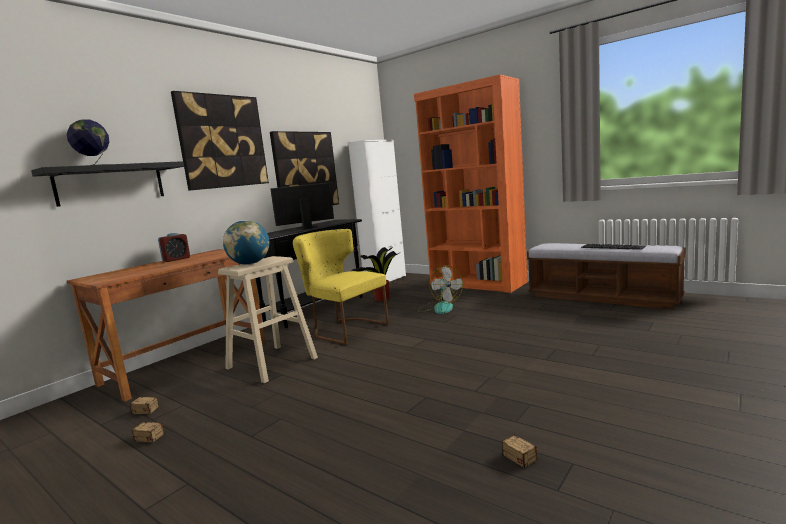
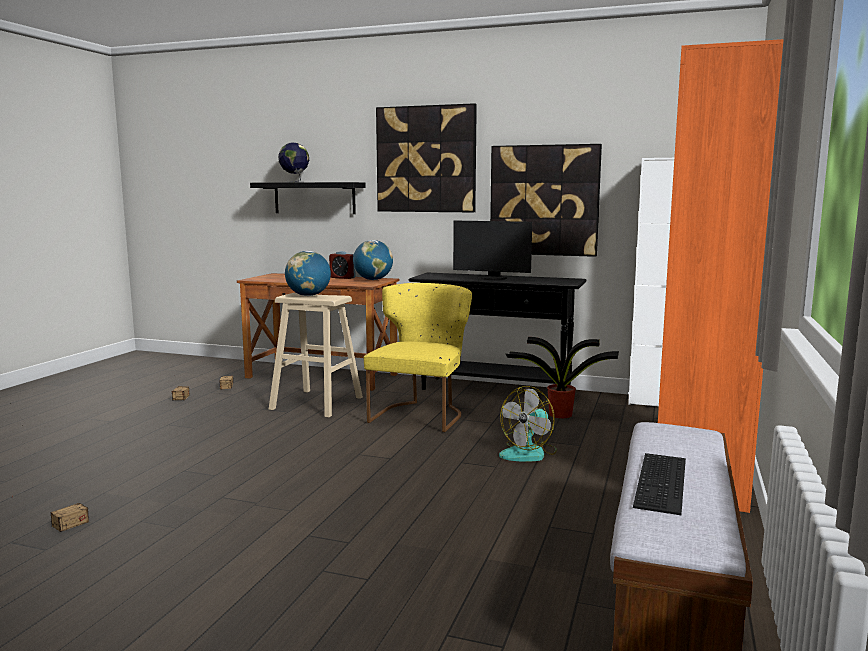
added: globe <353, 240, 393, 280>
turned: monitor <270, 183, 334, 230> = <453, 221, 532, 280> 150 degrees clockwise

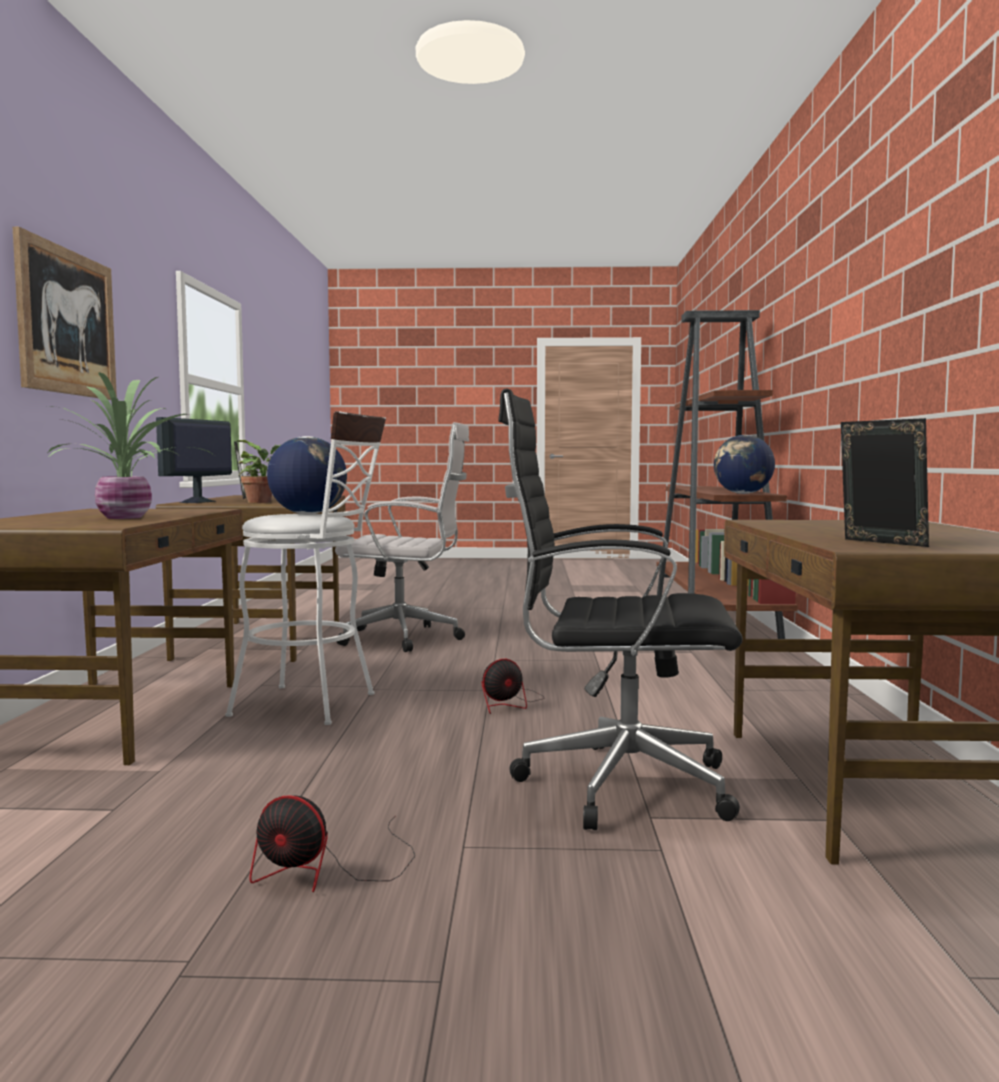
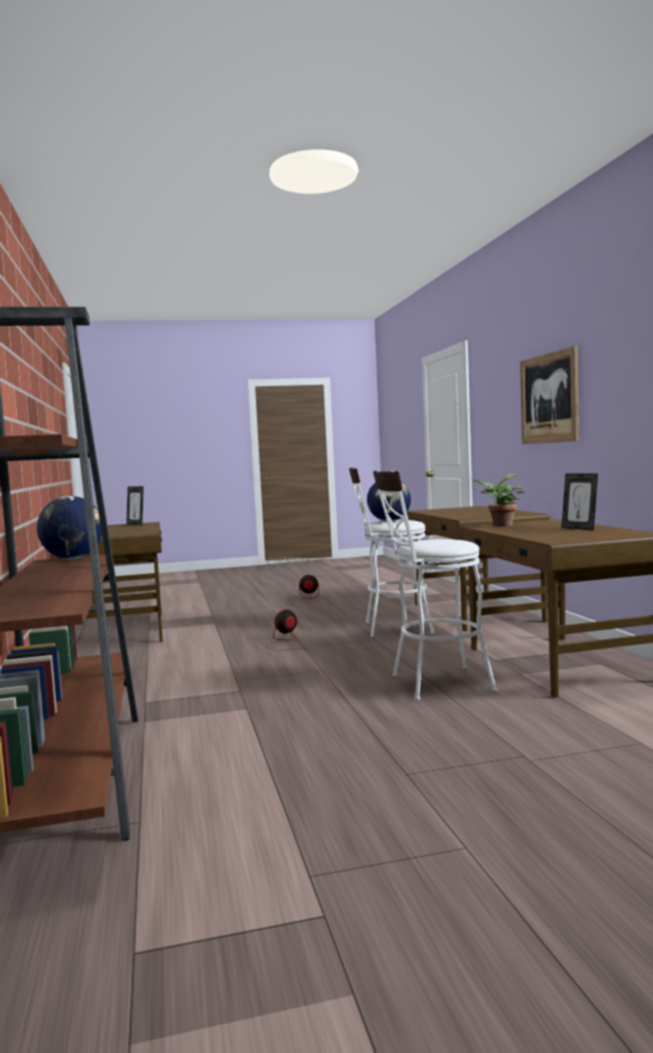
removed: potted plant <48, 372, 214, 519>; monitor <156, 417, 232, 503>; black office chair <498, 388, 743, 830>
replaced: white office chair <335, 422, 469, 652> to white stool <373, 470, 497, 700>

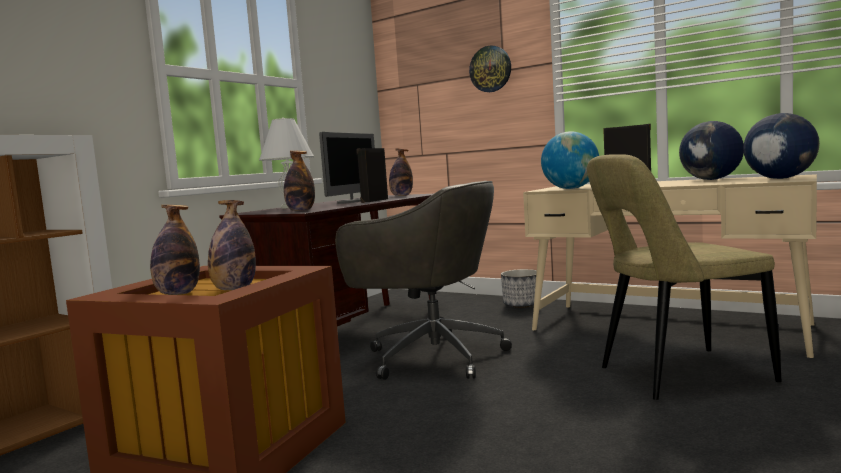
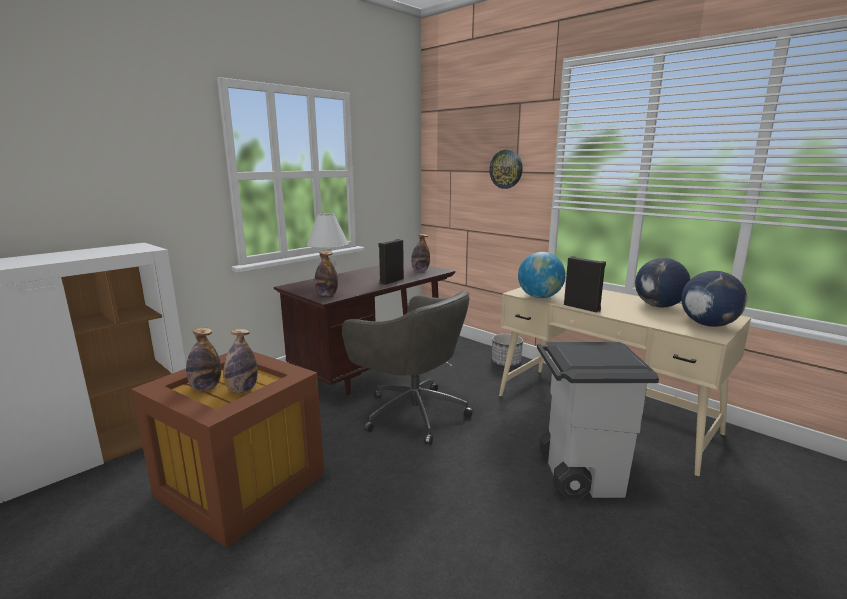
removed: monitor <319, 132, 375, 204>
replaced: beige chair <587, 154, 782, 400> to grey trash can <537, 342, 659, 499>

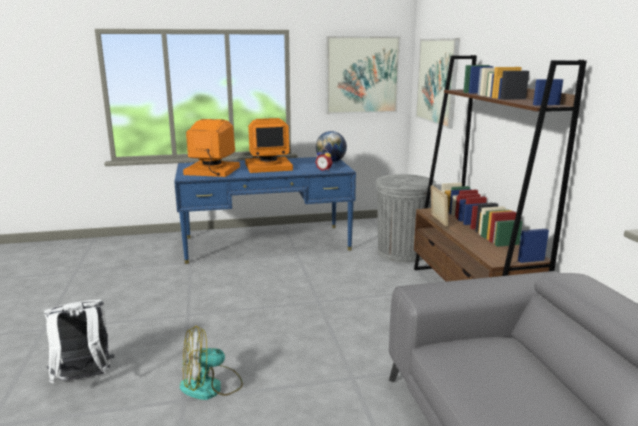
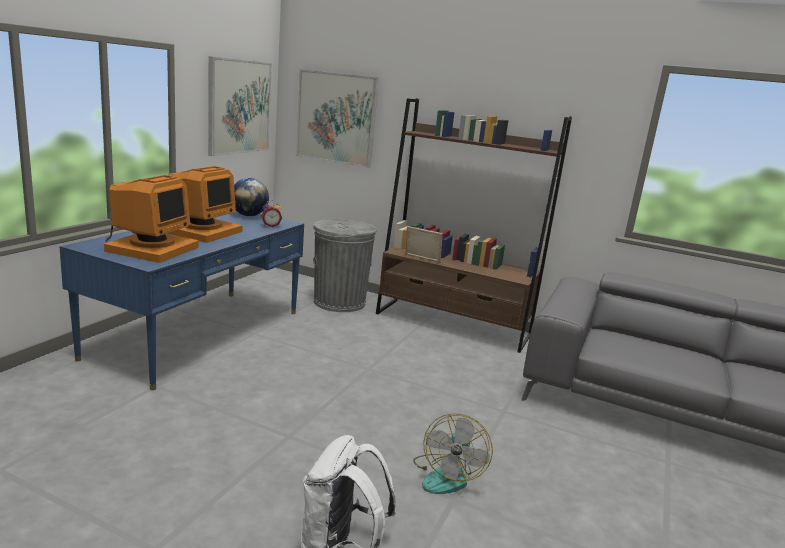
turned: monitor <183, 119, 240, 177> = <104, 175, 199, 263> 150 degrees clockwise

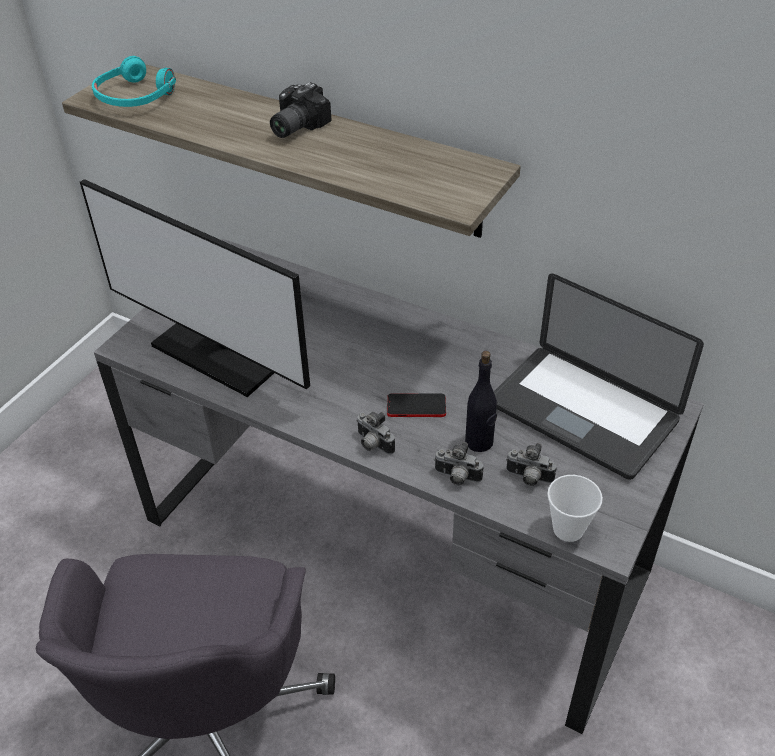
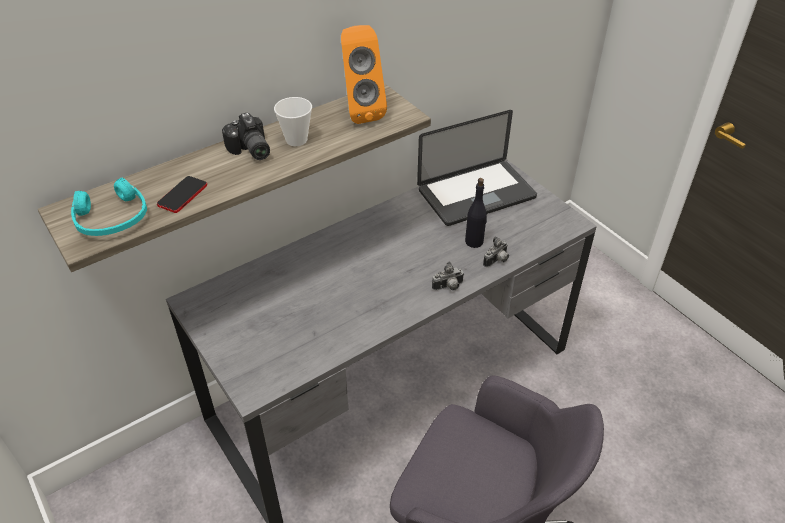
removed: monitor <80, 179, 310, 397>; photo camera <506, 443, 557, 486>
added: orange speaker <341, 25, 387, 124>
moved: phone <387, 393, 446, 417> to <157, 176, 207, 213>; cup <547, 475, 603, 542> to <274, 97, 312, 146>

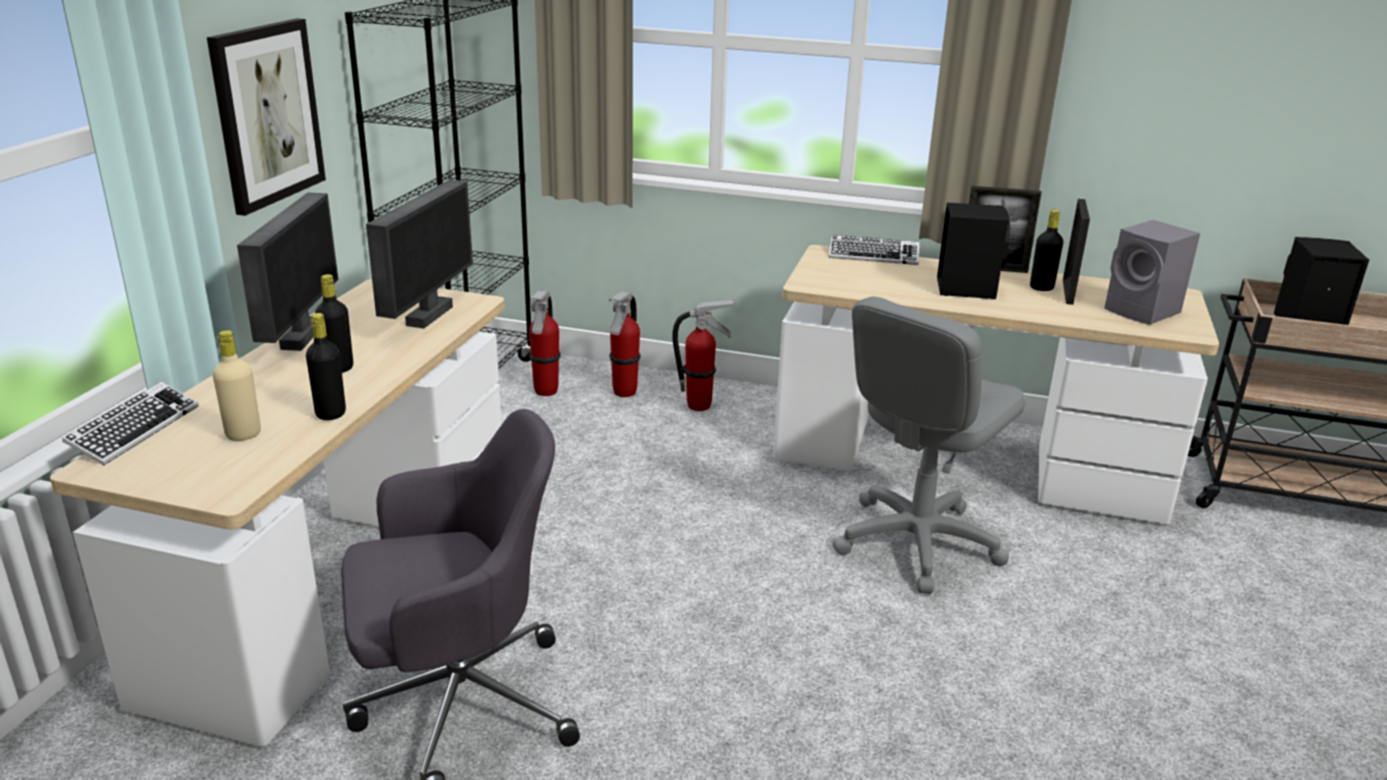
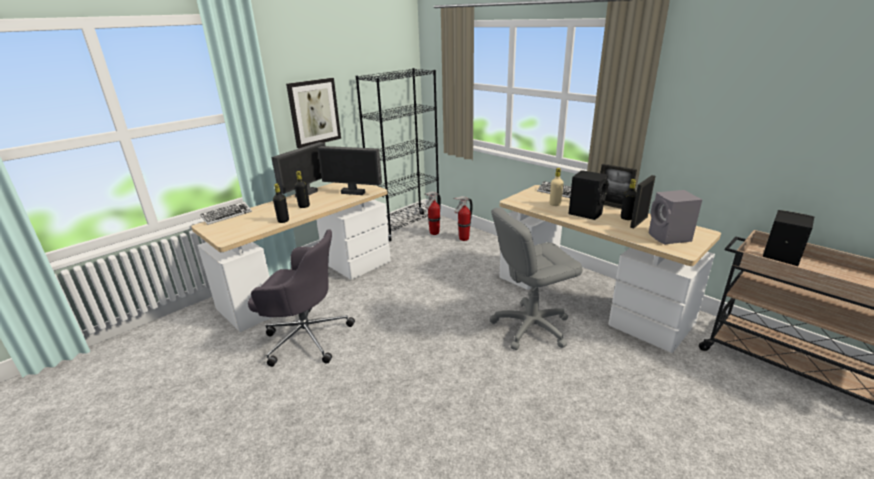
removed: fire extinguisher <672, 299, 734, 411>
moved: beige bottle <213, 330, 261, 441> to <549, 168, 563, 206>
turned: monitor <366, 180, 473, 329> = <317, 146, 382, 195> 60 degrees clockwise

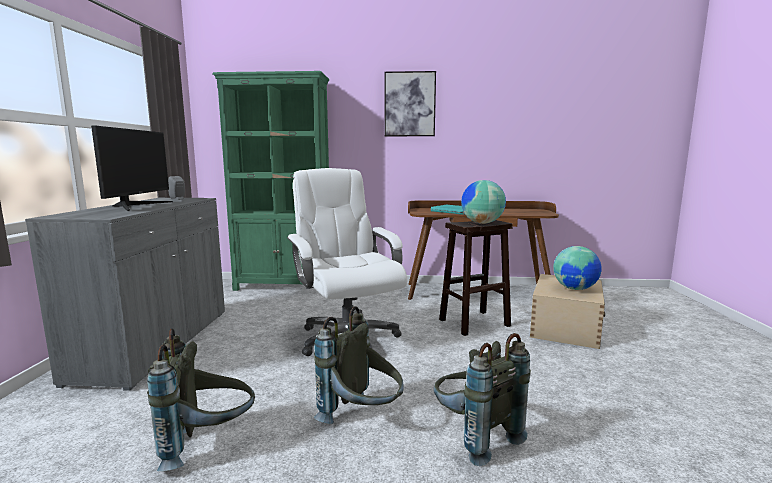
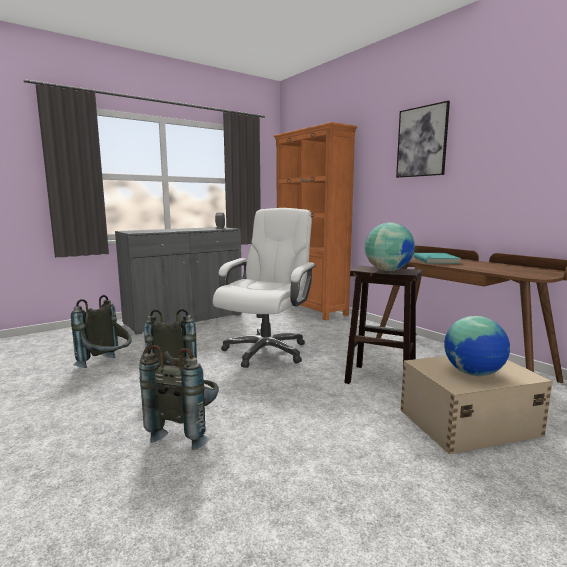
removed: monitor <91, 126, 173, 211>
recoloured: green bookcase <212, 71, 329, 291> to orange bookcase <273, 122, 357, 321>

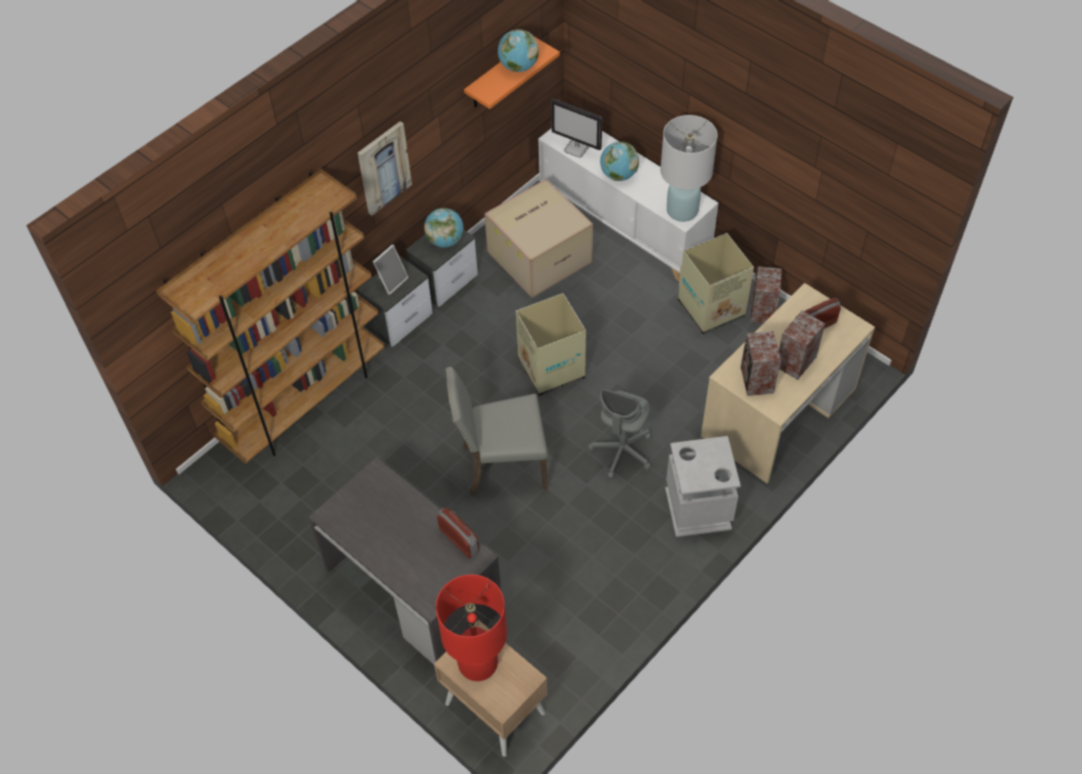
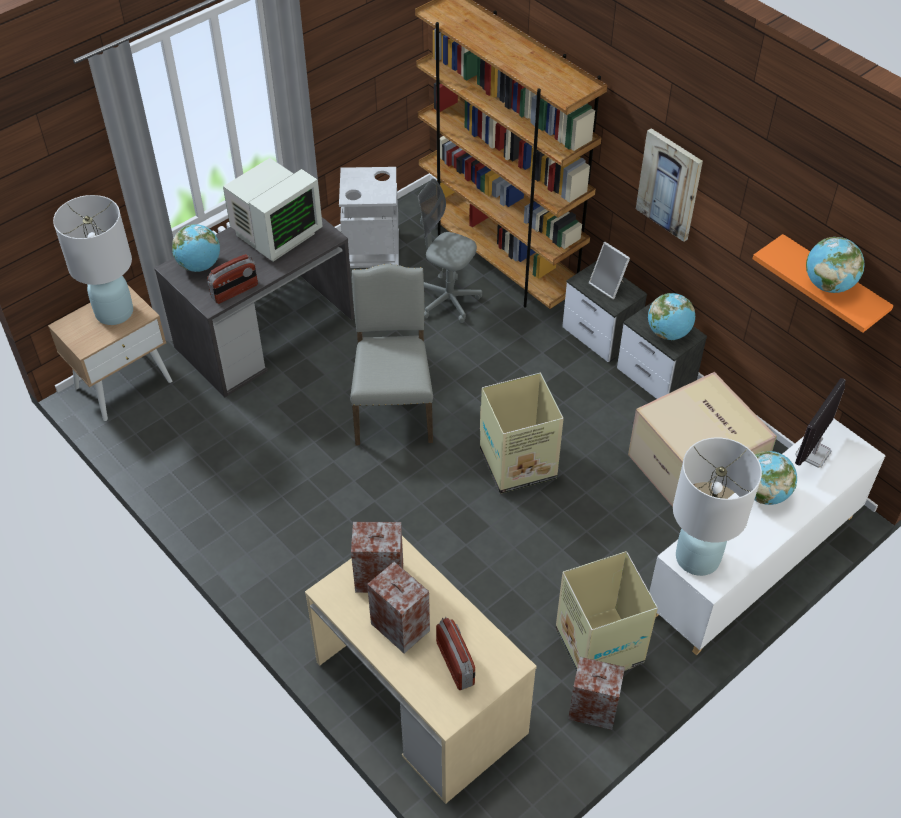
added: globe <172, 224, 220, 272>; monitor <223, 158, 323, 262>
moved: grey trash can <665, 436, 741, 537> to <339, 167, 399, 268>; grey office chair <588, 388, 651, 478> to <418, 178, 482, 323>
recoloured: red table lamp <436, 574, 507, 681> to white table lamp <53, 195, 133, 325>

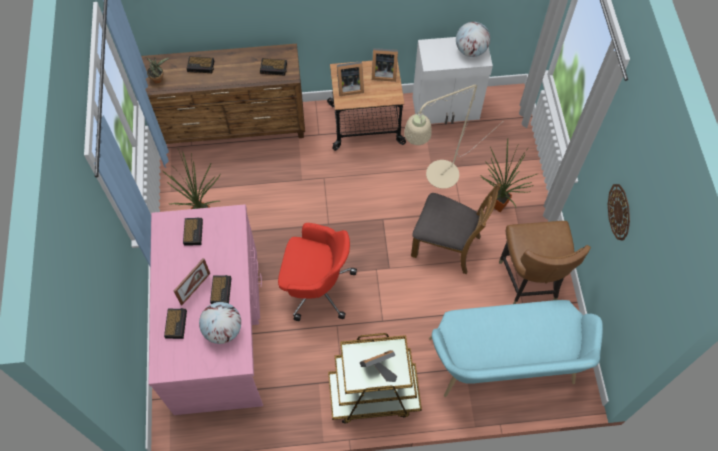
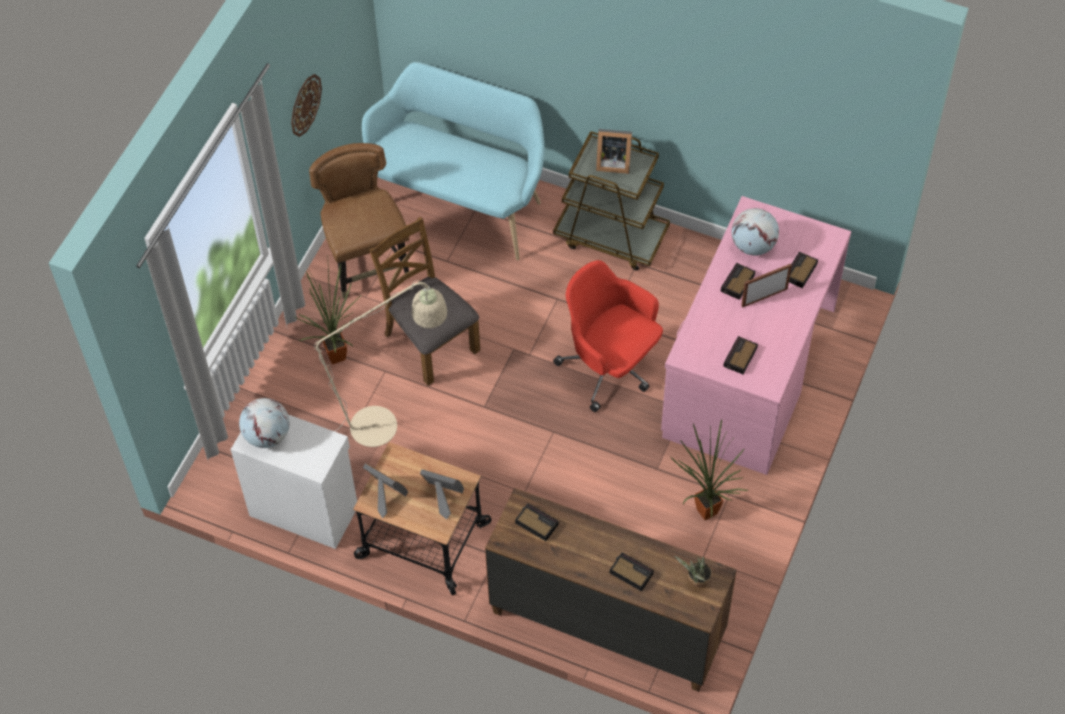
turned: brown chair <499, 221, 591, 304> = <309, 143, 409, 298> 45 degrees counterclockwise

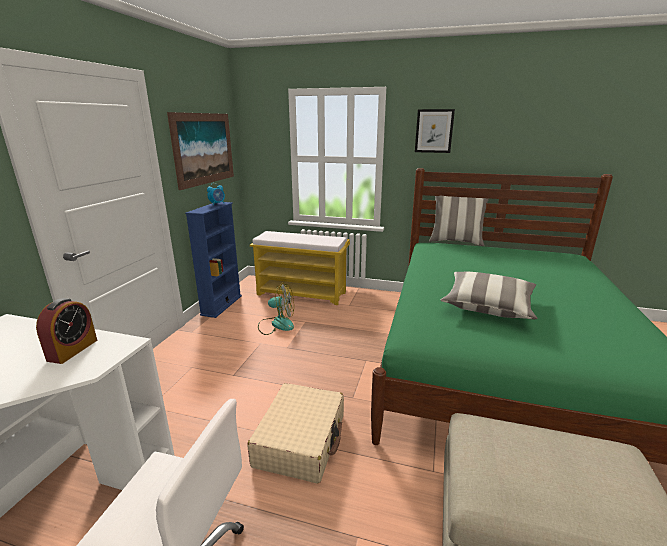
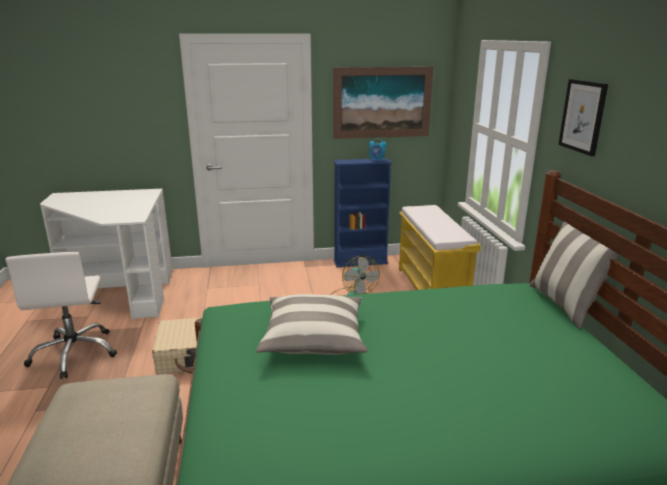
removed: alarm clock <36, 298, 97, 364>

